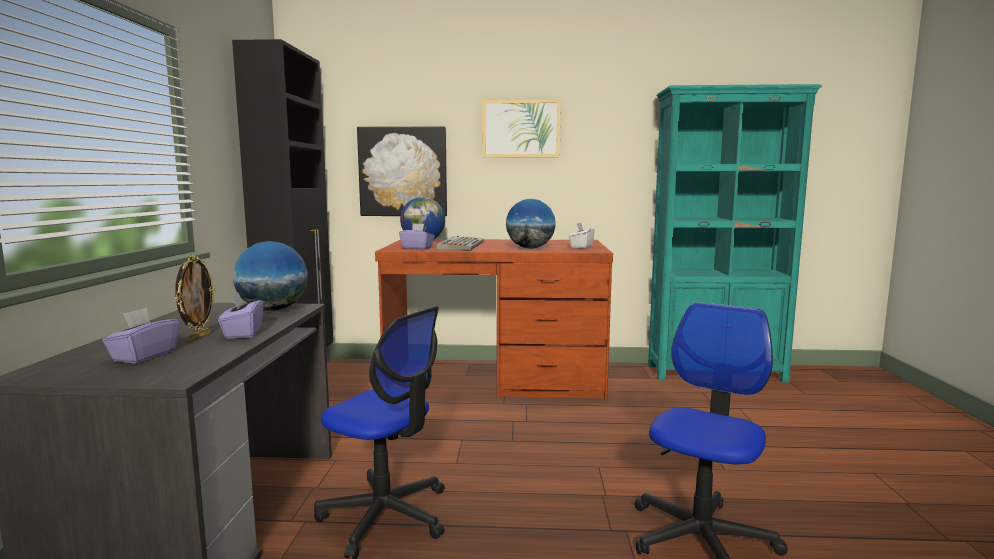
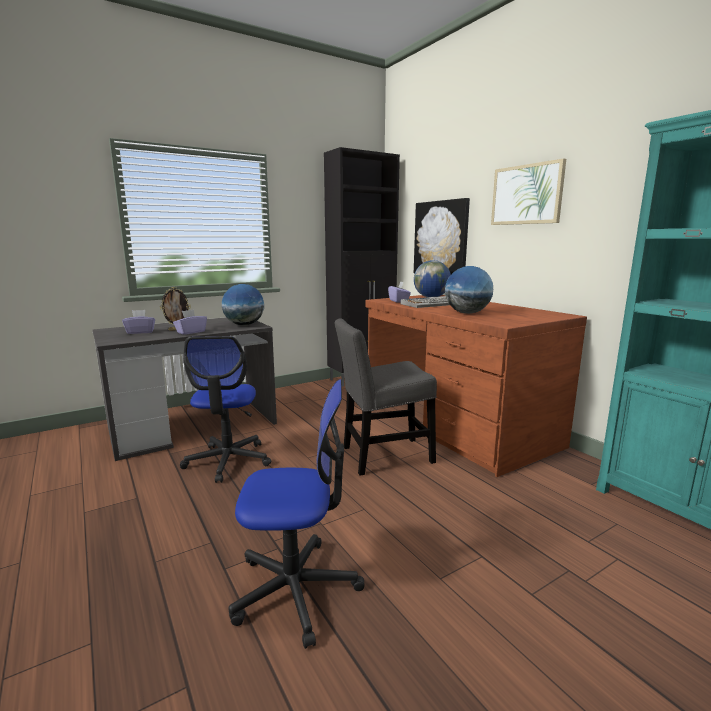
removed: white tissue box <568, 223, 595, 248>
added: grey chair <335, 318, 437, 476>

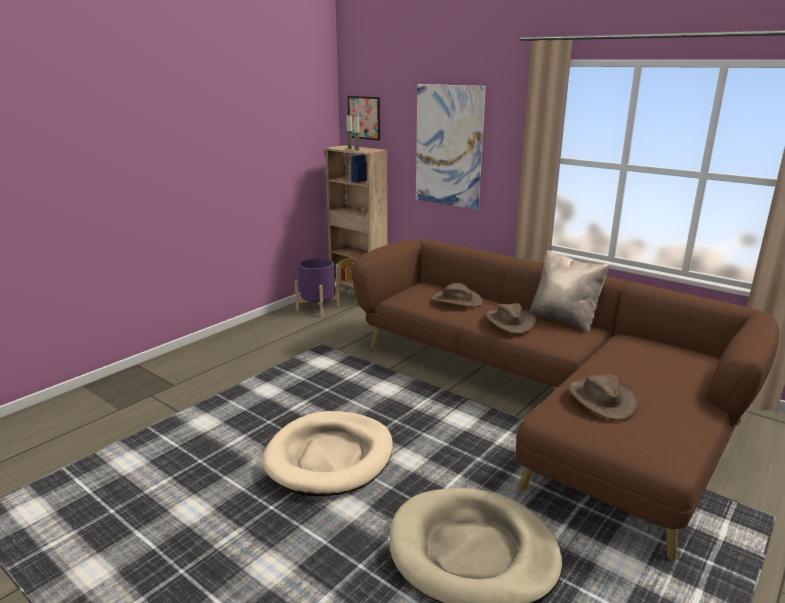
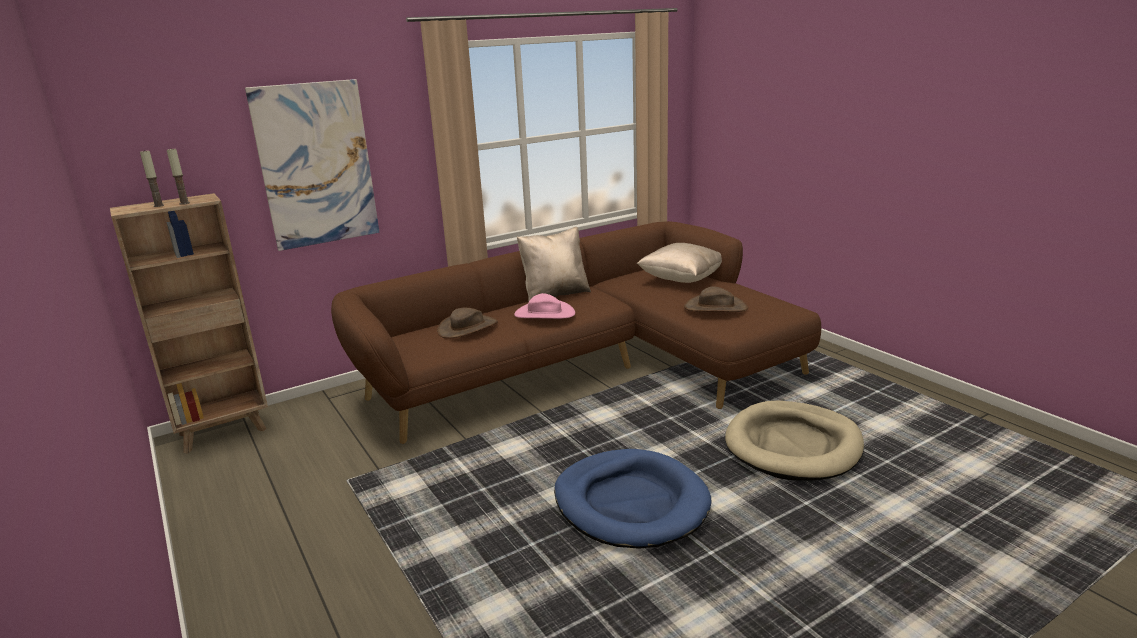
removed: purple planter <295, 258, 340, 317>; picture <348, 96, 380, 140>
added: beige pillow <637, 243, 722, 283>
recoloured: brown hat <486, 303, 536, 334> to pink hat <514, 293, 575, 319>; beige dog bed <262, 411, 393, 497> to blue dog bed <554, 449, 711, 549>

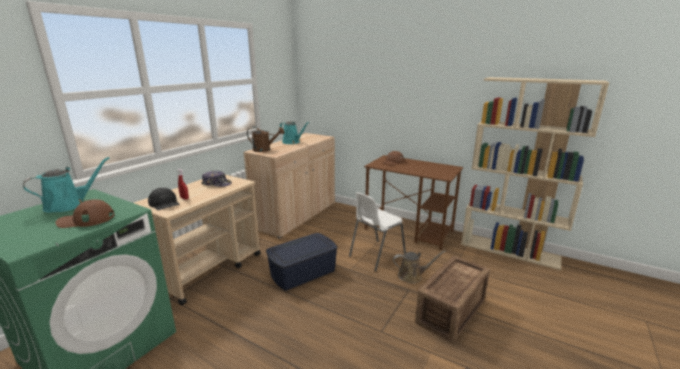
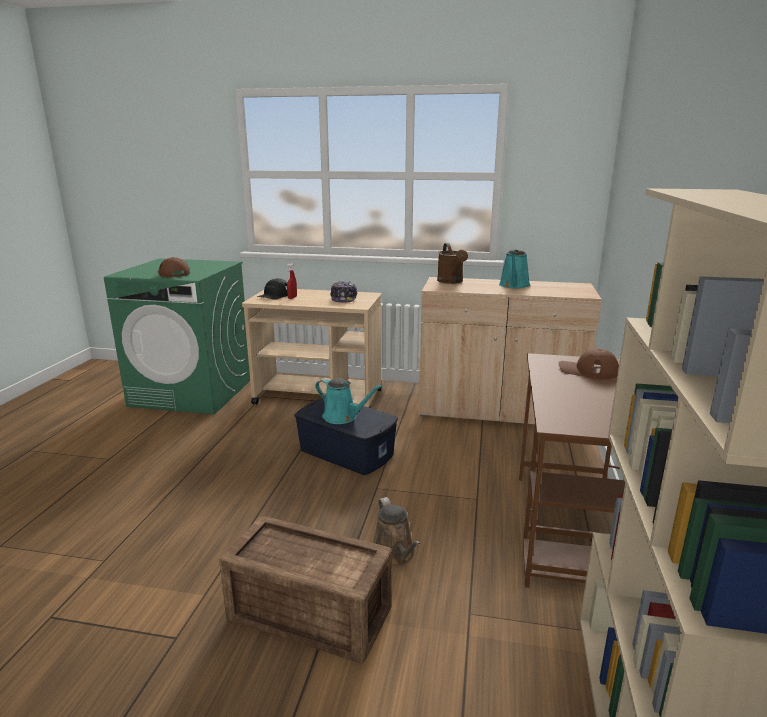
removed: white chair <349, 192, 406, 272>
moved: turquoise watering can <23, 157, 109, 213> to <315, 379, 383, 424>

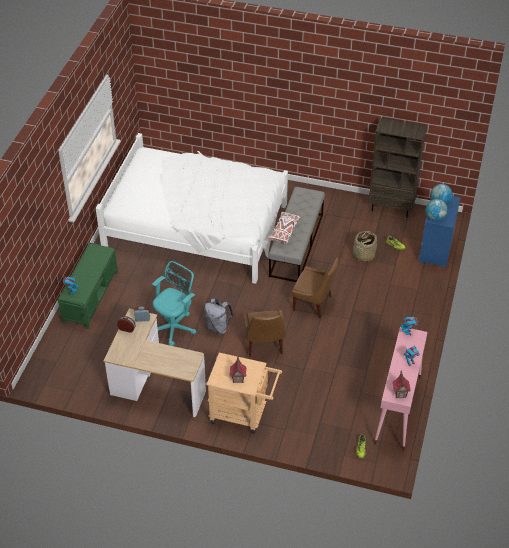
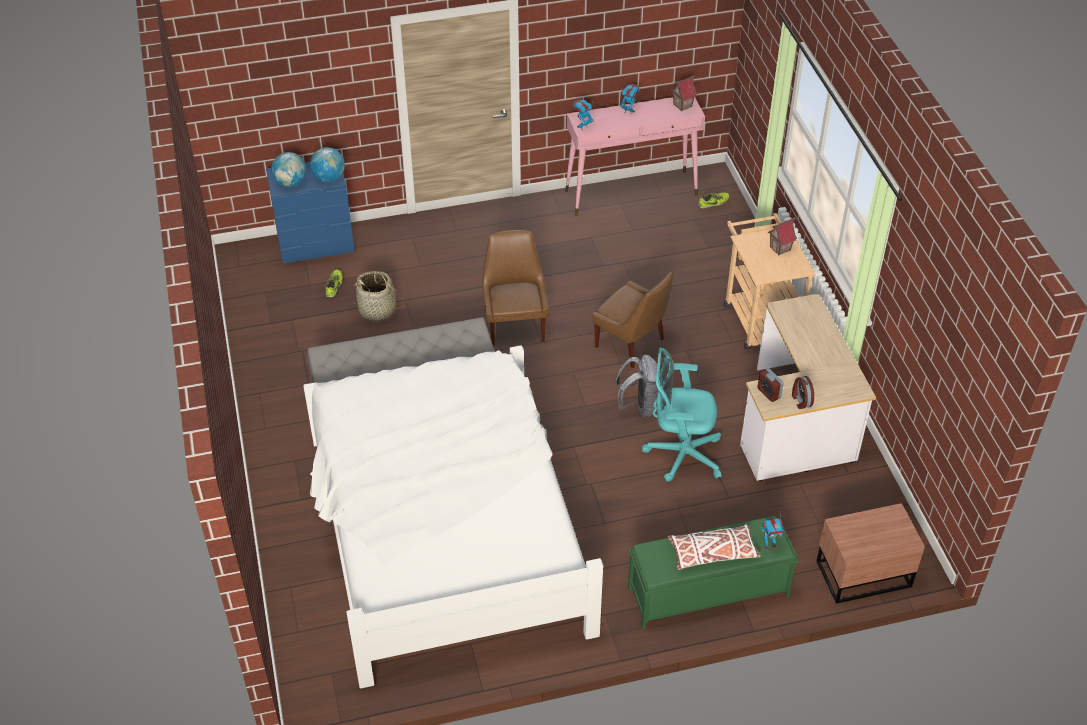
removed: brown bookcase <368, 118, 426, 218>
added: brown nightstand <816, 503, 925, 604>
moved: white pillow <268, 212, 301, 244> to <668, 524, 761, 570>
turned: brown chair <243, 310, 286, 357> = <593, 272, 673, 368> 75 degrees clockwise

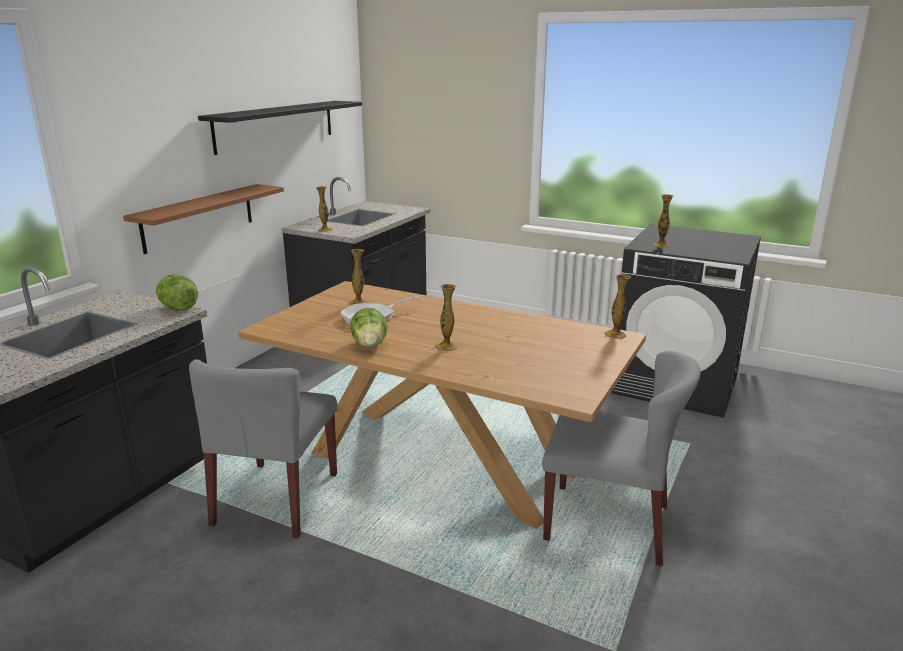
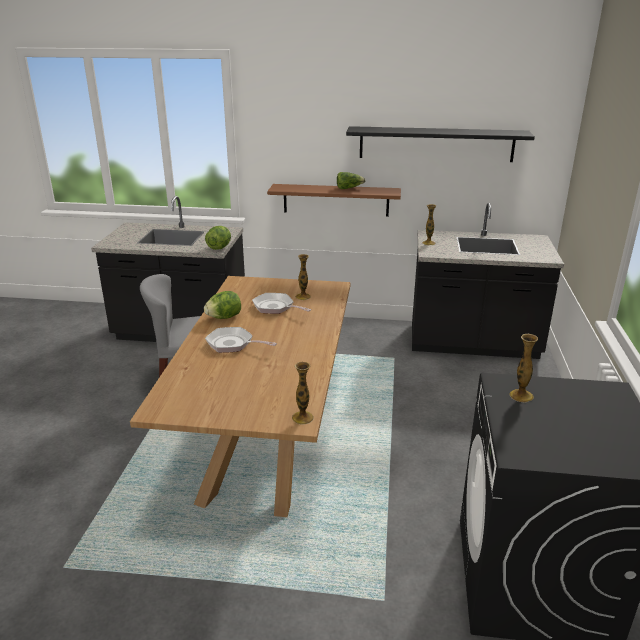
removed: grey chair <542, 351, 701, 566>
added: lettuce <337, 172, 366, 189>
replaced: vase <435, 284, 458, 351> to frying pan <205, 327, 277, 353>

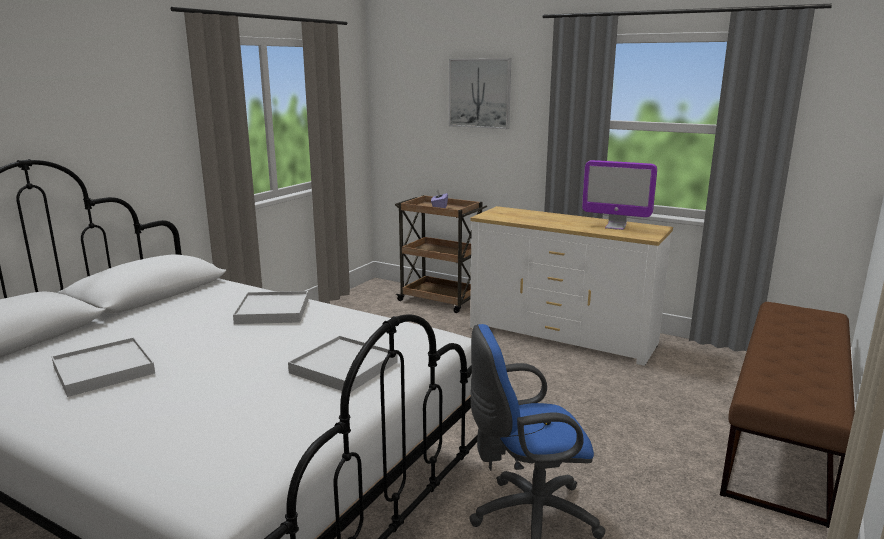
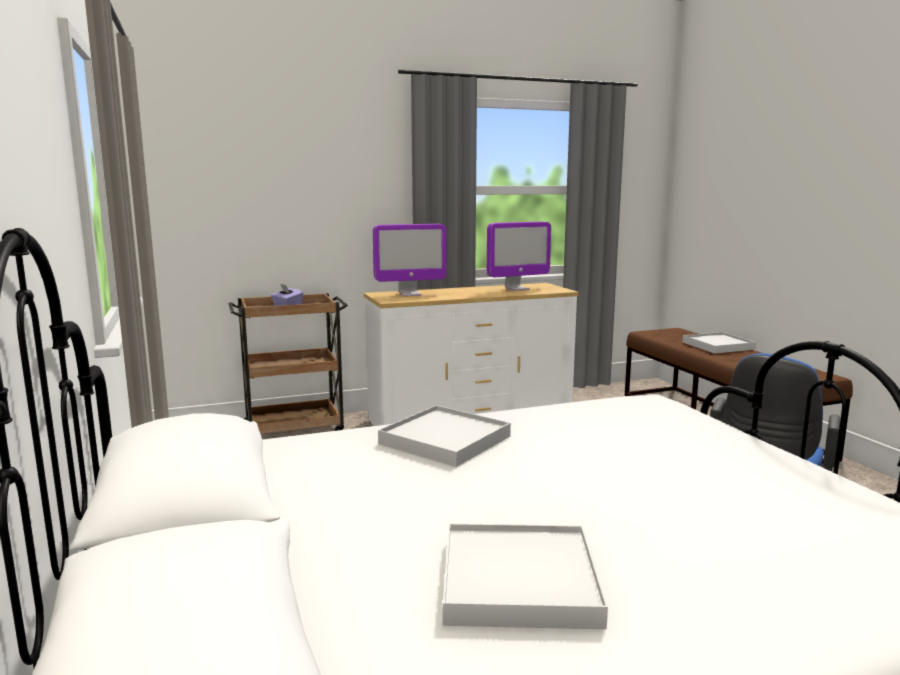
removed: picture <449, 59, 511, 129>
added: monitor <373, 224, 447, 296>
moved: white tray <288, 335, 398, 392> to <682, 332, 756, 353>

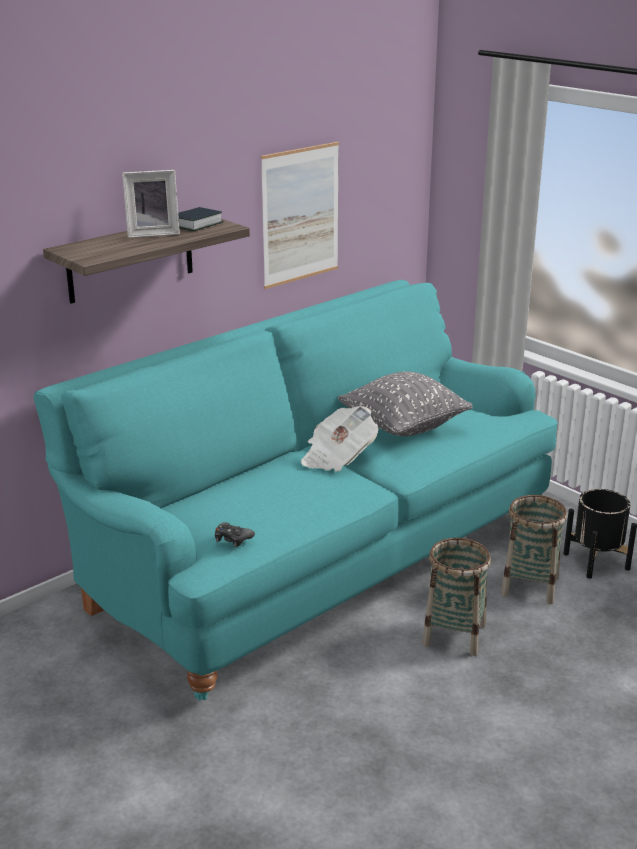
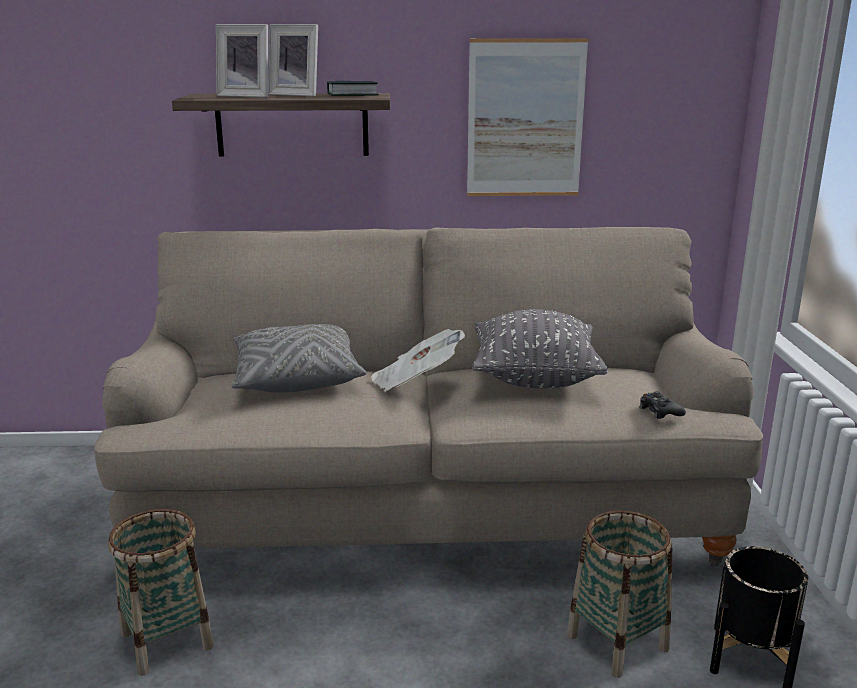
added: picture frame <216, 24, 268, 98>; grey pillow <231, 324, 366, 393>
moved: basket <422, 538, 491, 656> to <108, 509, 213, 676>; black game controller <215, 522, 255, 547> to <639, 391, 686, 419>
recoloured: turquoise sofa <34, 280, 557, 700> to beige sofa <94, 227, 763, 566>

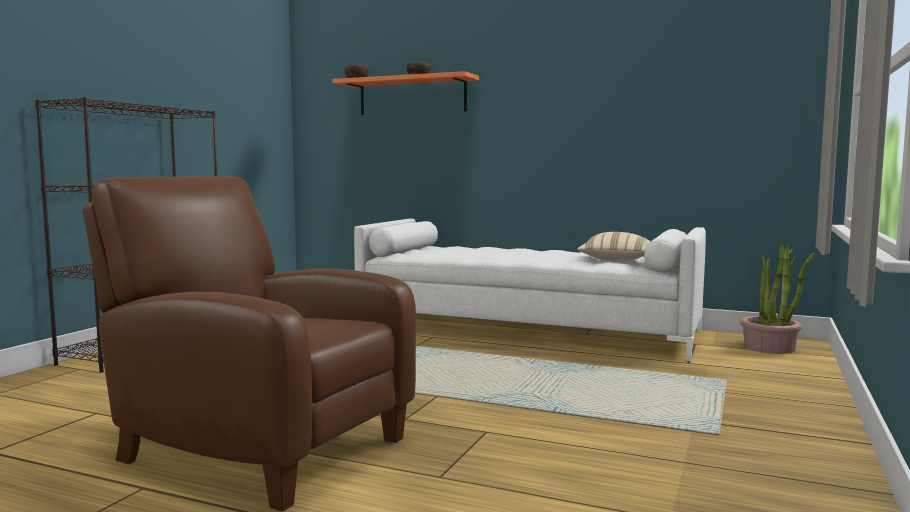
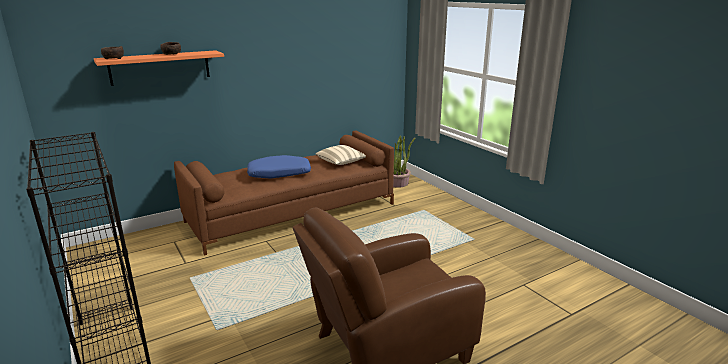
added: blue pillow <247, 155, 311, 178>
recoloured: white sofa <354, 219, 706, 361> to brown sofa <174, 131, 394, 256>

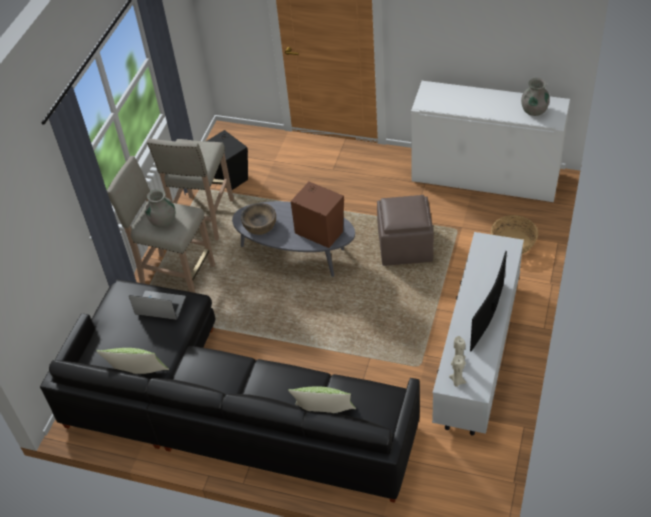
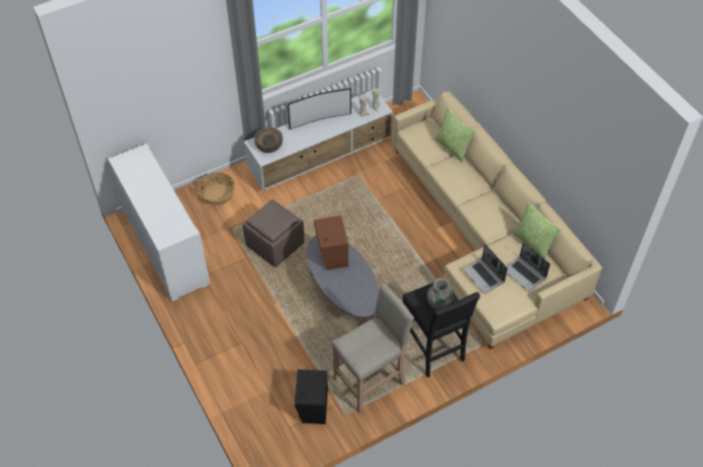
removed: grey vase <521, 78, 550, 116>
added: laptop <506, 242, 550, 292>
moved: brown bowl <241, 203, 276, 235> to <254, 127, 283, 153>
recoloured: black sofa <40, 279, 420, 503> to beige sofa <393, 91, 602, 349>; beige stool <107, 156, 215, 293> to black stool <403, 282, 480, 377>

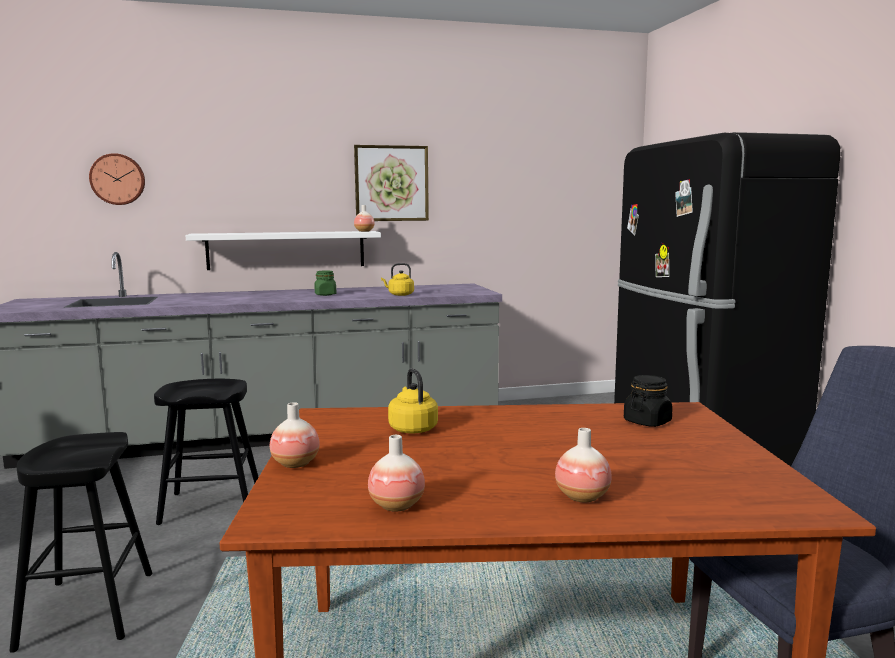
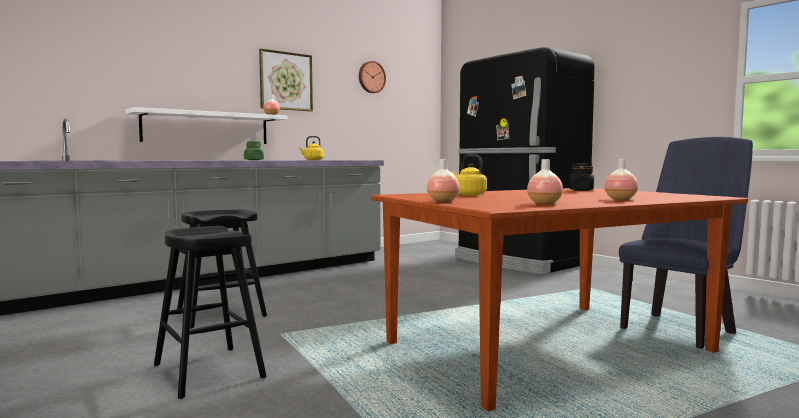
moved: wall clock <89, 153, 145, 205> to <359, 61, 386, 93>

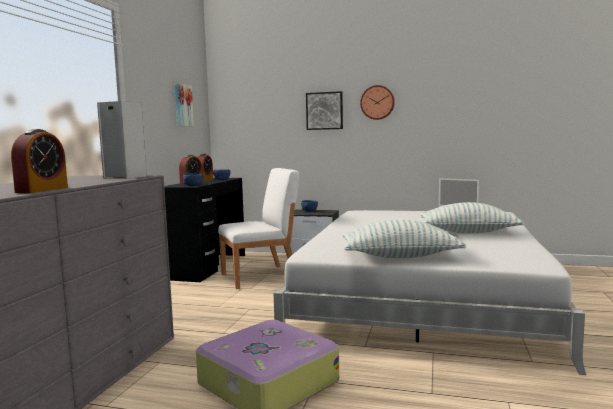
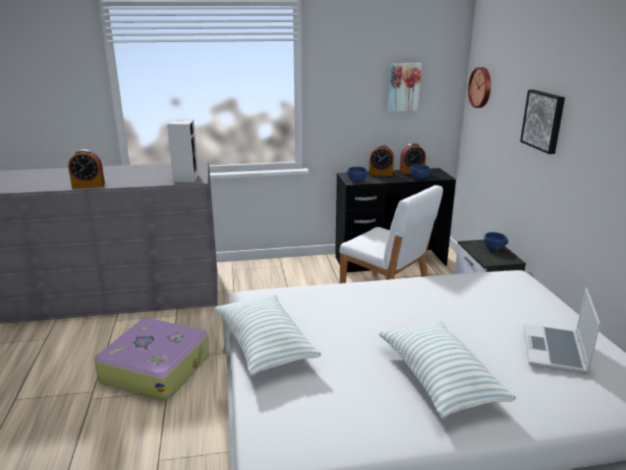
moved: wall clock <360, 85, 395, 120> to <468, 67, 491, 108>

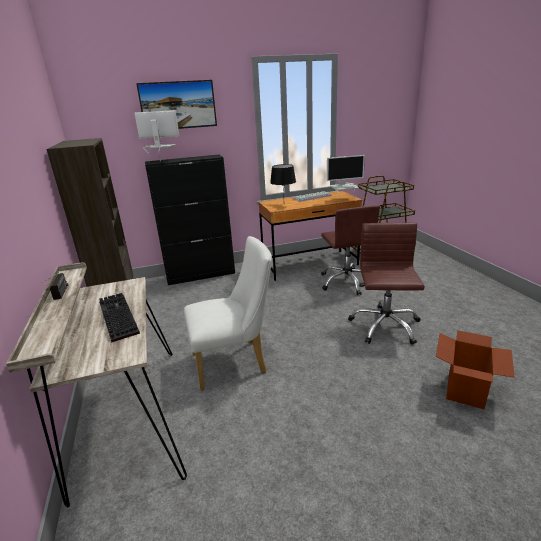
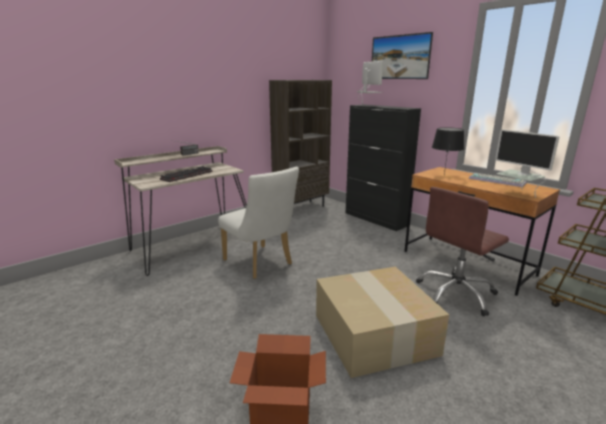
replaced: brown office chair <348, 223, 425, 345> to cardboard box <316, 267, 449, 378>

